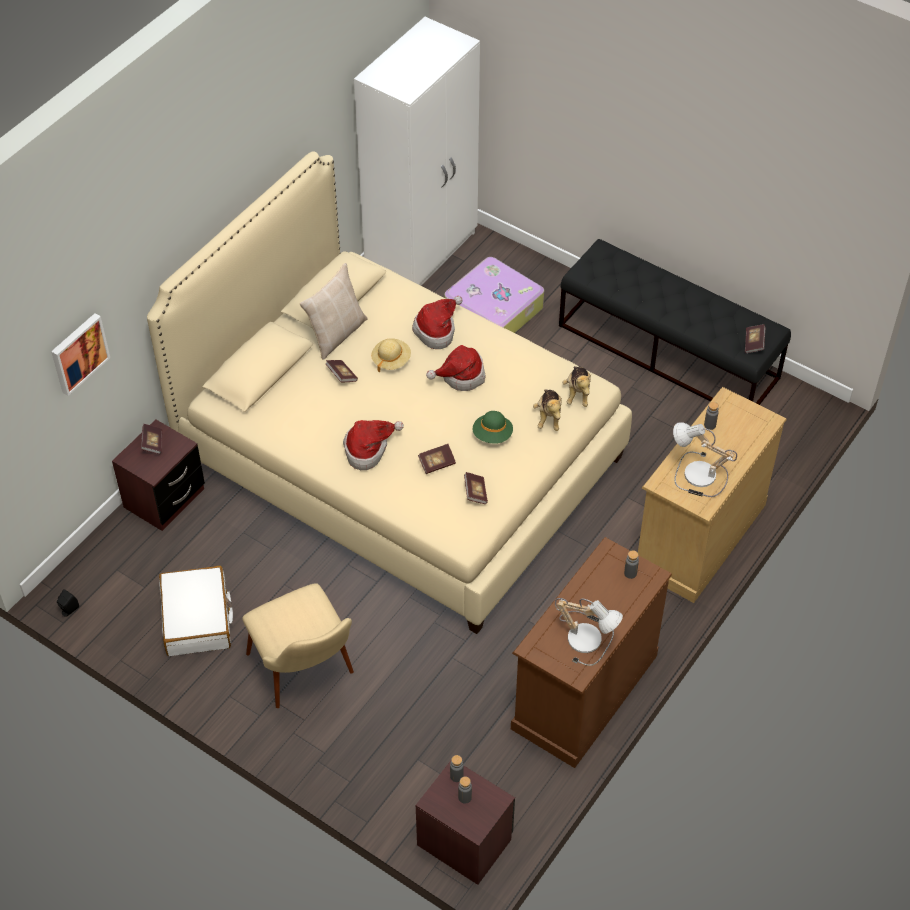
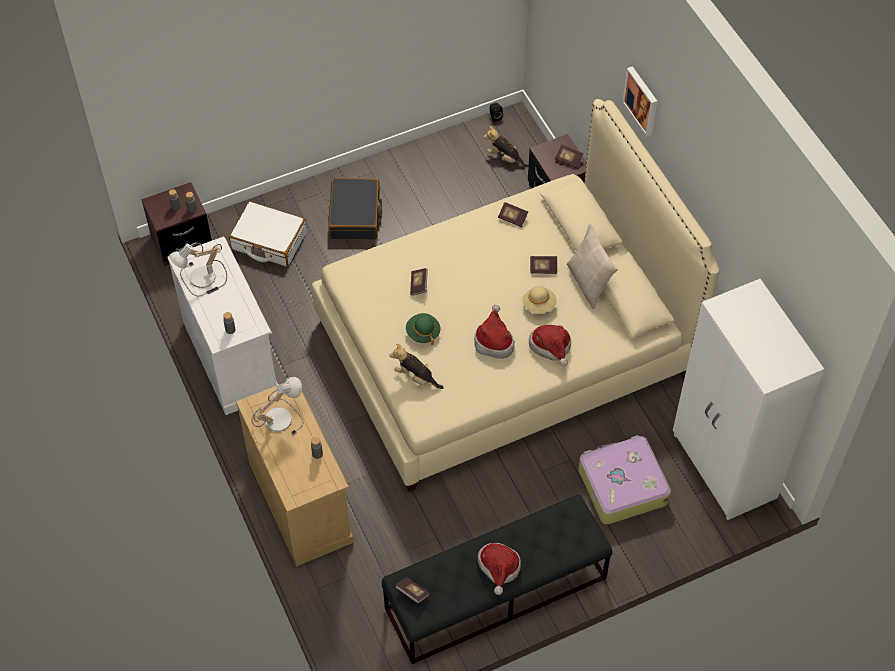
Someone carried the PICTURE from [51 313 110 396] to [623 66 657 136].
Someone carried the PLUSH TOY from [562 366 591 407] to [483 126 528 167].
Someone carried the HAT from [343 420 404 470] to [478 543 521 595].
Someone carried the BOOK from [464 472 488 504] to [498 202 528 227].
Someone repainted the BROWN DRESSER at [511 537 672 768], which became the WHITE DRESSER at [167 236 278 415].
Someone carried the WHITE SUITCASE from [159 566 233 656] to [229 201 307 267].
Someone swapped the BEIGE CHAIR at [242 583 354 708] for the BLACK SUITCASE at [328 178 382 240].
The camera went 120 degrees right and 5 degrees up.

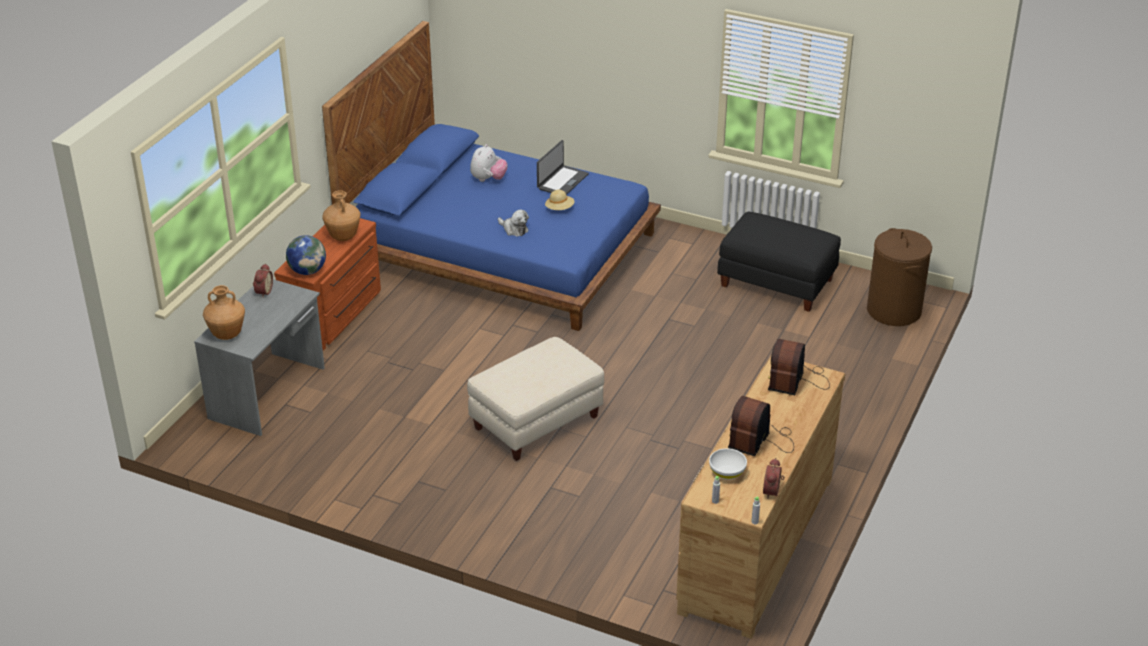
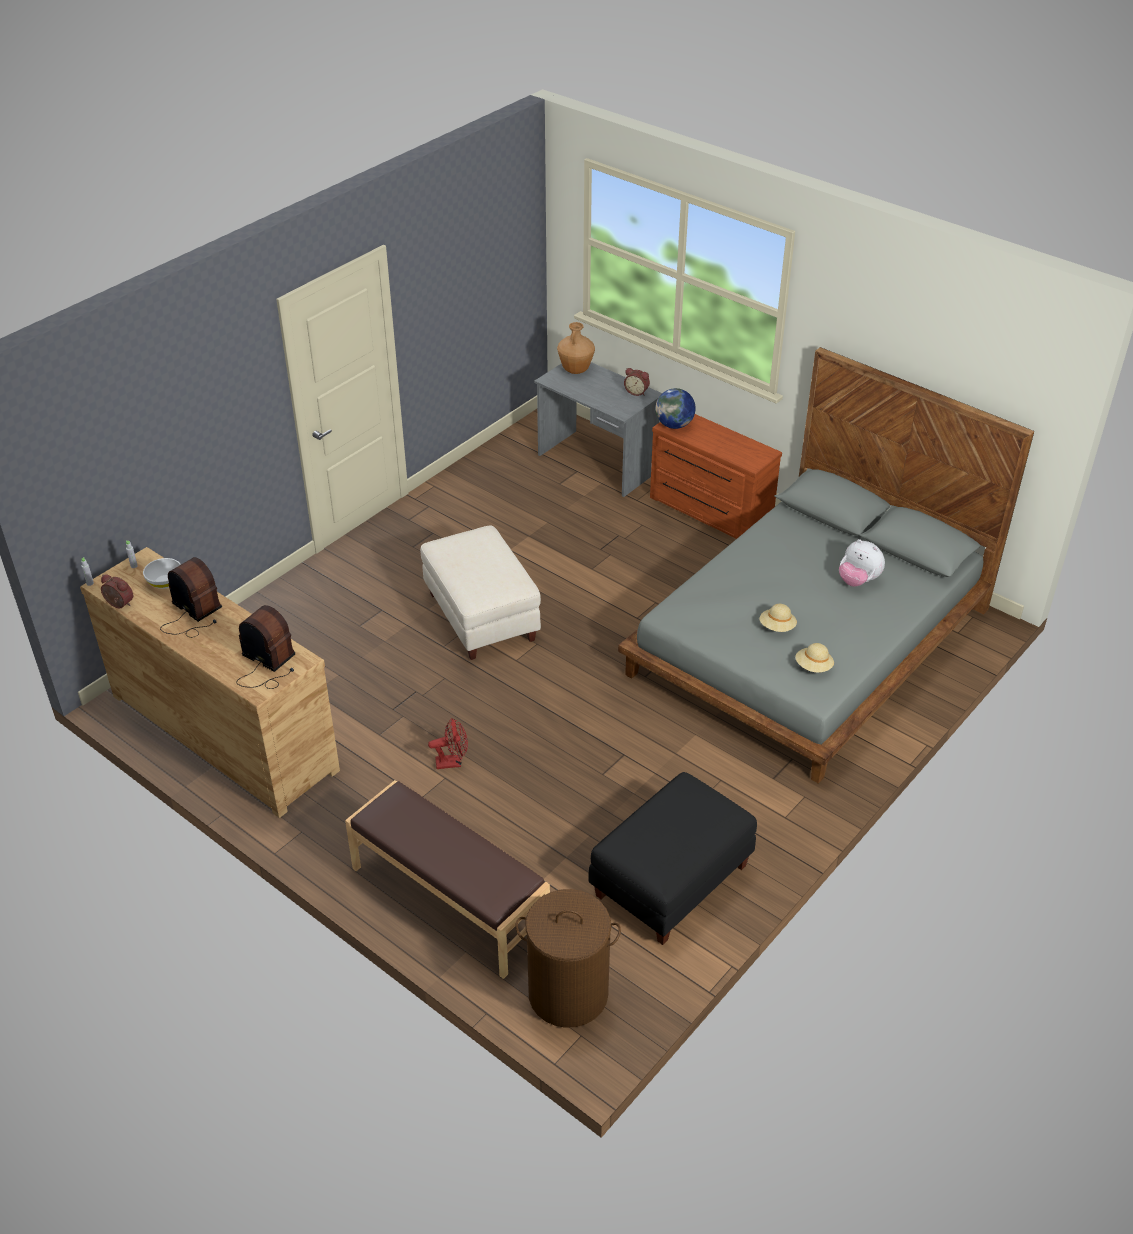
Someone repainted the BLUE BED at [322 21 661 331], which became the GREY BED at [618 347 1034 784].
Someone took away the LAPTOP at [537 140 589 195].
Someone took away the BROWN VASE at [322 190 361 241].
Someone took away the PLUSH TOY at [498 209 529 237].
Someone put down the BEIGE HAT at [795 643 834 673].
Someone put down the RED FAN at [428 718 468 769].
Someone put down the BROWN BENCH at [345 780 550 979].
The camera went 105 degrees right and 5 degrees up.

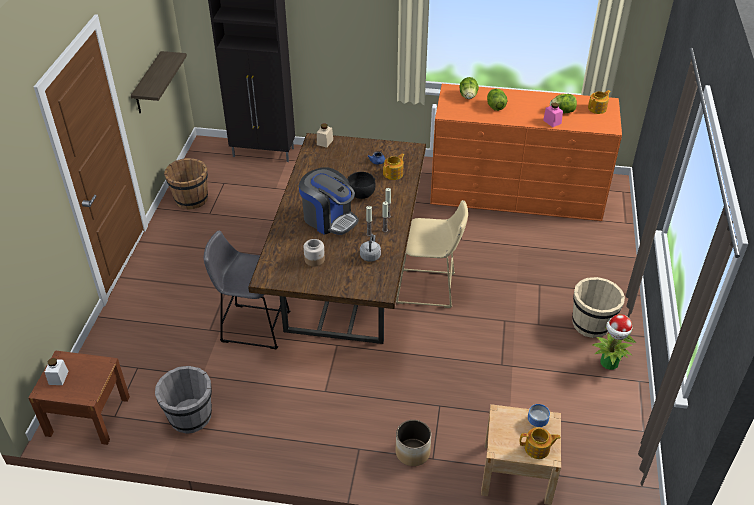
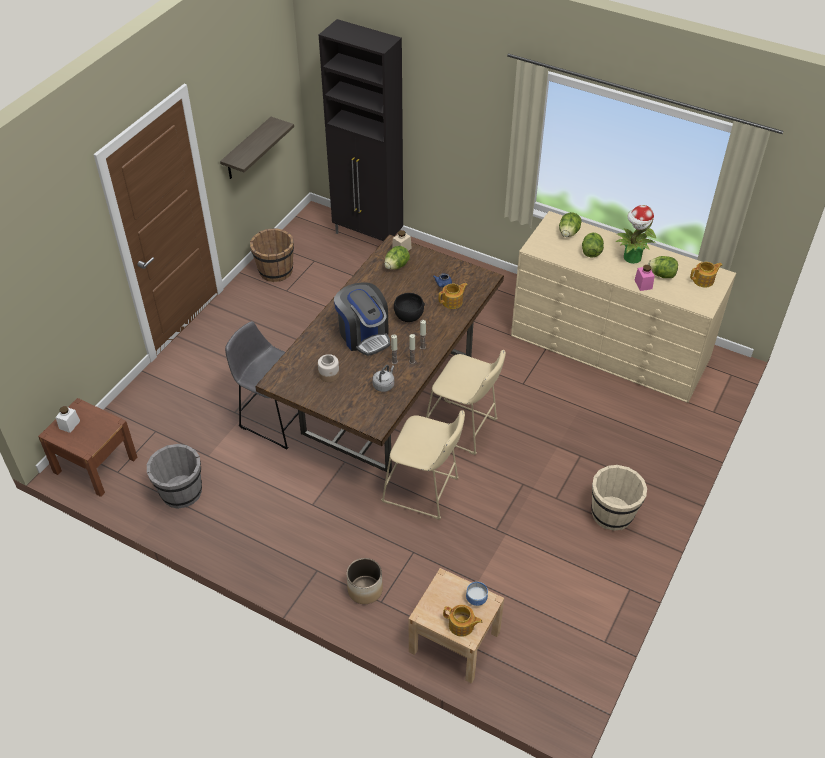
Someone repainted the ORANGE DRESSER at [430 84 622 221], which became the BEIGE DRESSER at [511 211 736 403].
Someone carried the POTTED PLANT from [592 314 636 370] to [615 205 656 264].
Someone put down the LETTUCE at [384 246 410 269].
Someone put down the BEIGE STOOL at [381 410 465 520].
The camera went 20 degrees right and 5 degrees up.

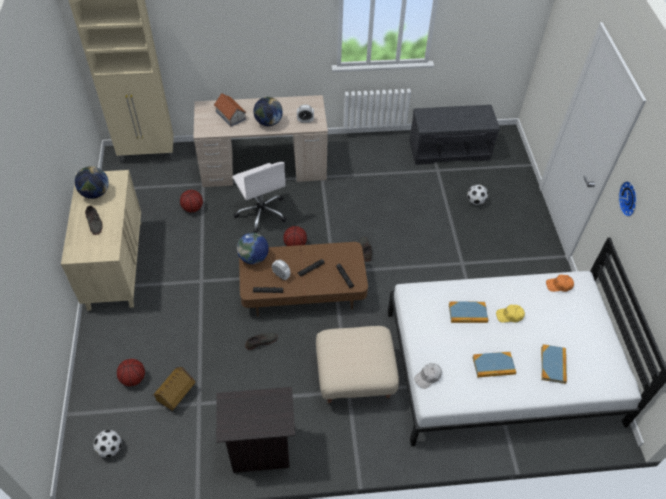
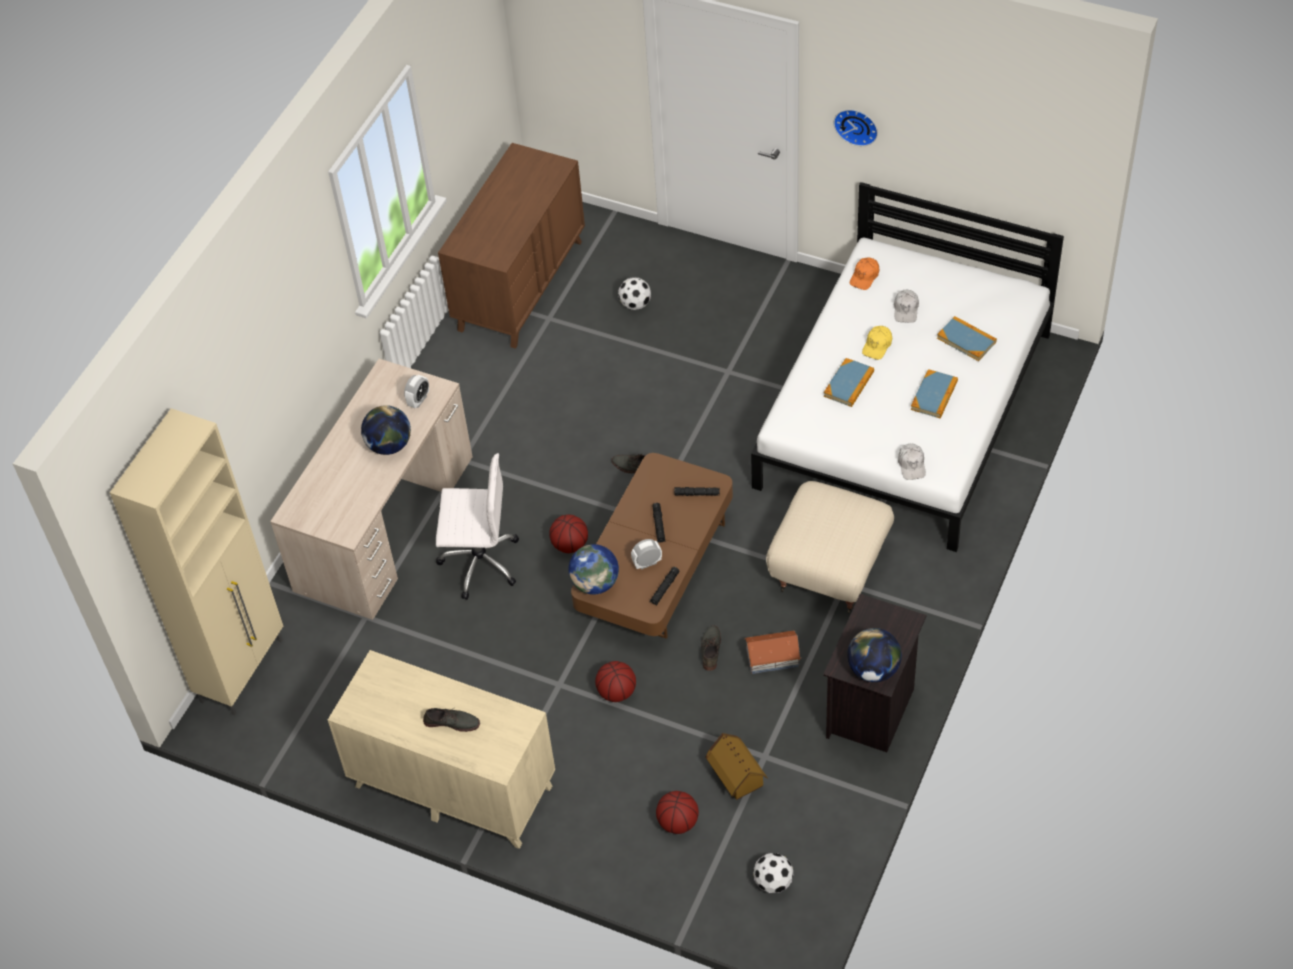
Someone carried the TOY HOUSE from [214 93 246 127] to [744 631 801 674].
Someone swapped the GREY BENCH at [409 105 500 165] for the BROWN DRESSER at [438 143 585 349].
Someone carried the GLOBE from [75 166 109 199] to [847 628 902 682].
Someone carried the BASKETBALL from [180 190 203 213] to [595 661 636 702].
Someone put down the WHITE CAP at [894 290 919 323].
The camera went 55 degrees left and 0 degrees up.

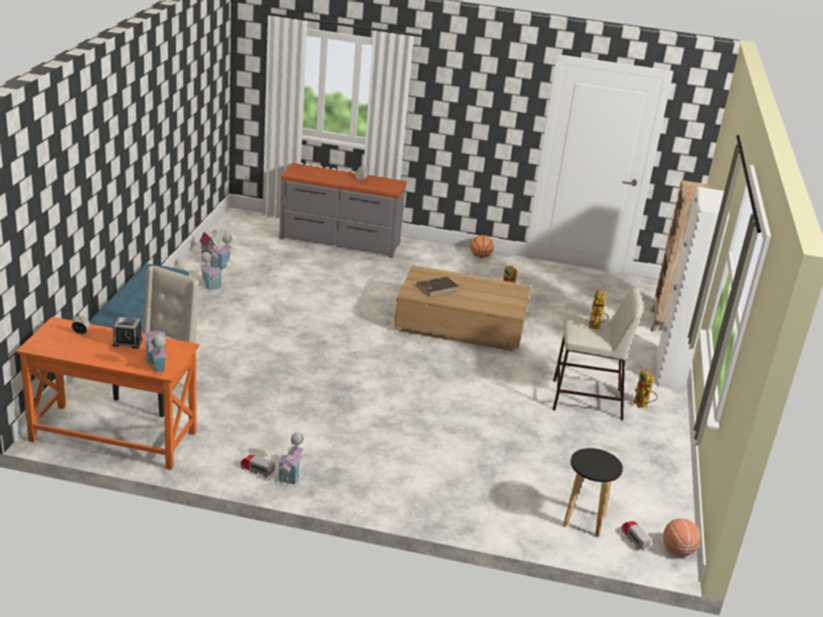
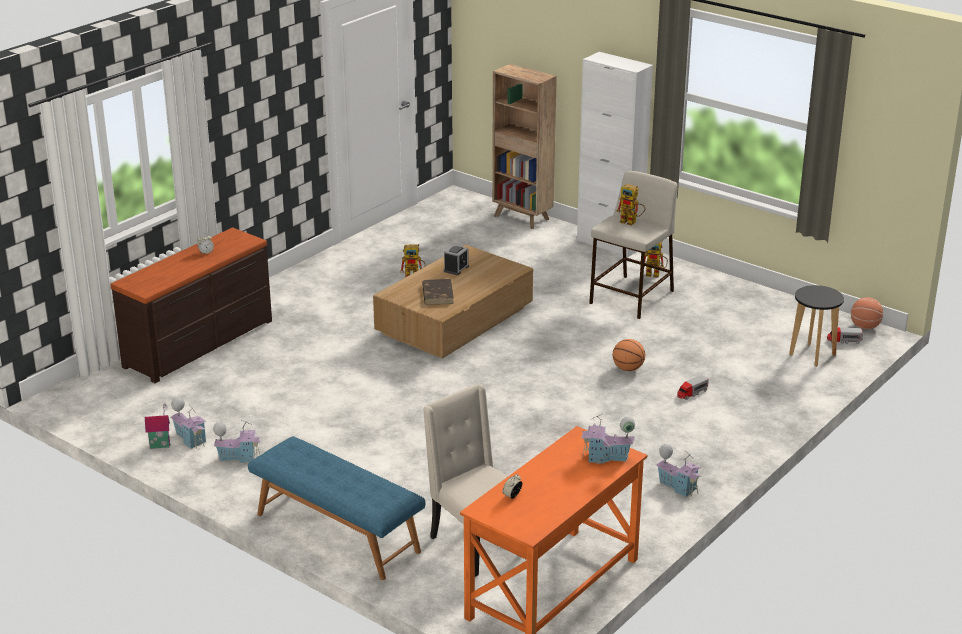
Someone repainted the GREY DRESSER at [279 163 406 258], which became the BROWN DRESSER at [110 227 272 383].
Someone carried the BASKETBALL from [471 235 494 258] to [613 339 645 371].
Someone carried the ALARM CLOCK from [112 317 143 349] to [444 245 469 275].
Someone carried the TOY TRUCK from [240 455 275 478] to [677 375 709 400].
The camera went 60 degrees left and 0 degrees up.

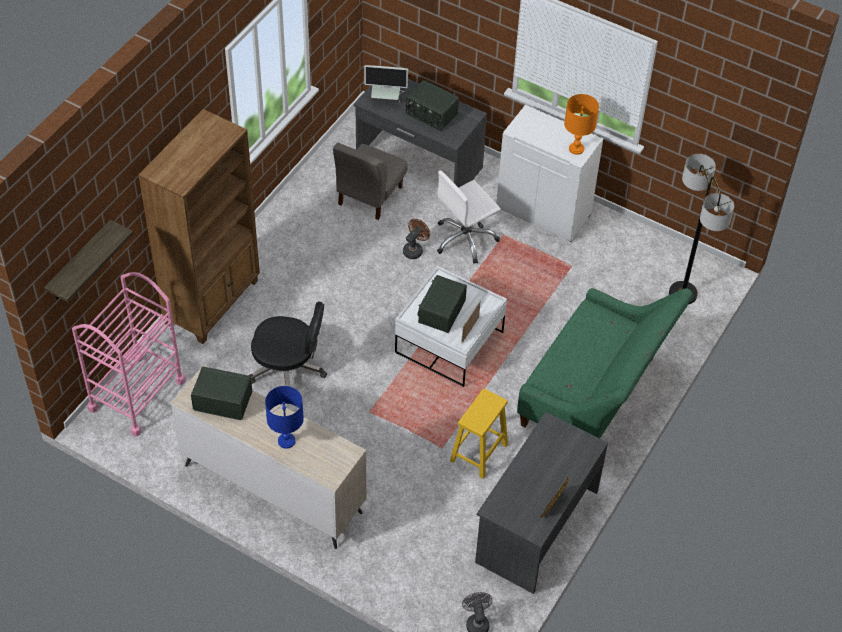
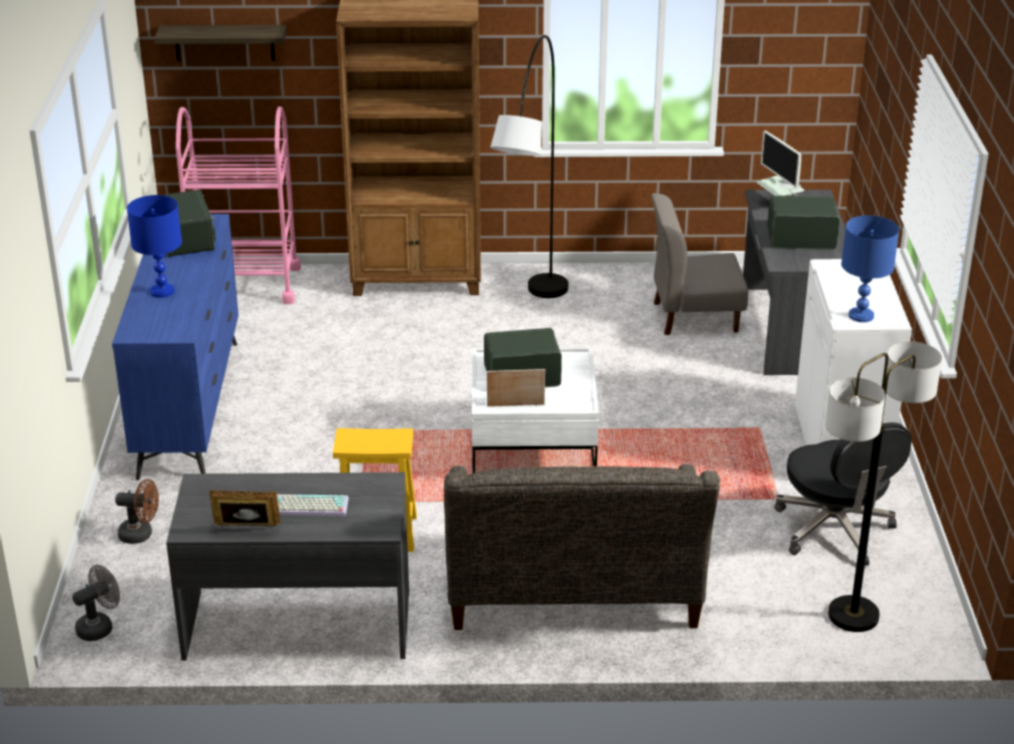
Someone rotated the RADIO at [406 80 459 131] by 90 degrees clockwise.
Someone repainted the ORANGE TABLE LAMP at [564 94 599 155], which became the BLUE TABLE LAMP at [841 215 899 322].
Someone took away the WHITE OFFICE CHAIR at [437 170 501 264].
Someone carried the BROWN FAN from [403 219 430 259] to [115 479 159 544].
Someone repainted the GREEN SOFA at [517 288 693 439], which became the GREY SOFA at [444 464 720 630].
Someone carried the BLACK OFFICE CHAIR from [249 302 327 386] to [774 422 912 566].
Someone repainted the BEIGE DRESSER at [170 365 366 549], which became the BLUE DRESSER at [112 214 239 480].
Someone put down the GREY FLOOR LAMP at [490 35 568 298].
Someone put down the KEYBOARD at [277 494 349 516].
The camera went 60 degrees right and 20 degrees down.

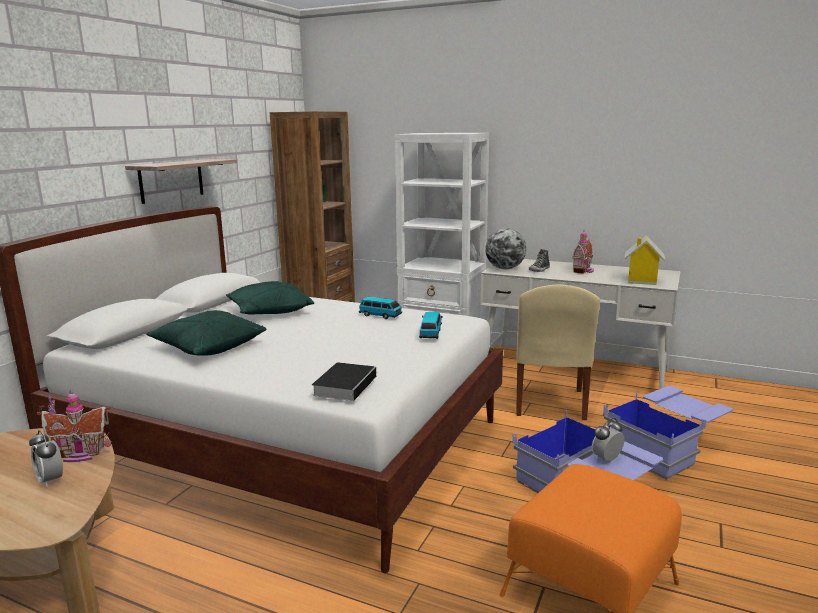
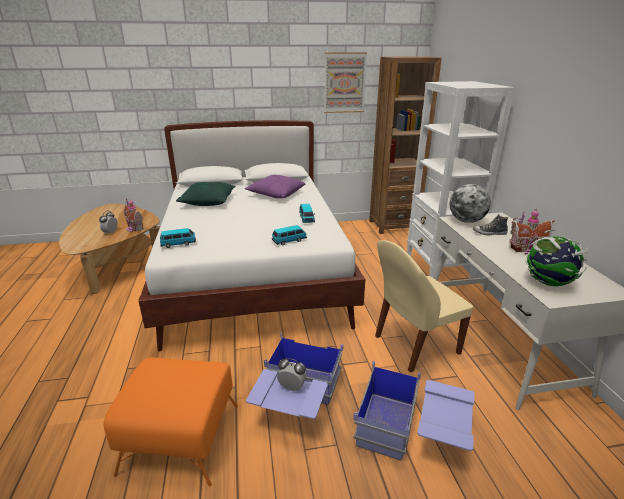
Someone took away the SHELF at [125 159 237 204].
Someone swapped the TOY HOUSE at [625 235 665 285] for the GLOBE at [526 229 589 286].
Someone repainted the GREEN PILLOW at [226 281 314 315], which became the PURPLE PILLOW at [245 175 306 198].
Someone swapped the BOOK at [312 362 376 401] for the TOY CAR at [160 228 196 248].
Someone put up the PICTURE at [324 52 367 113].
The camera went 55 degrees right and 10 degrees up.

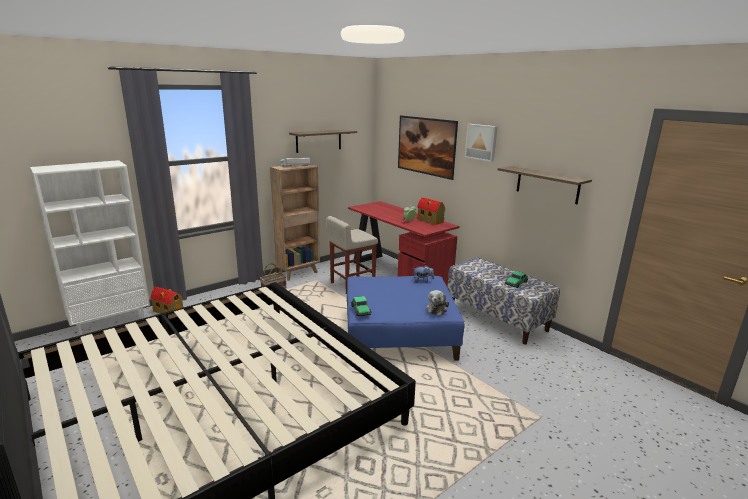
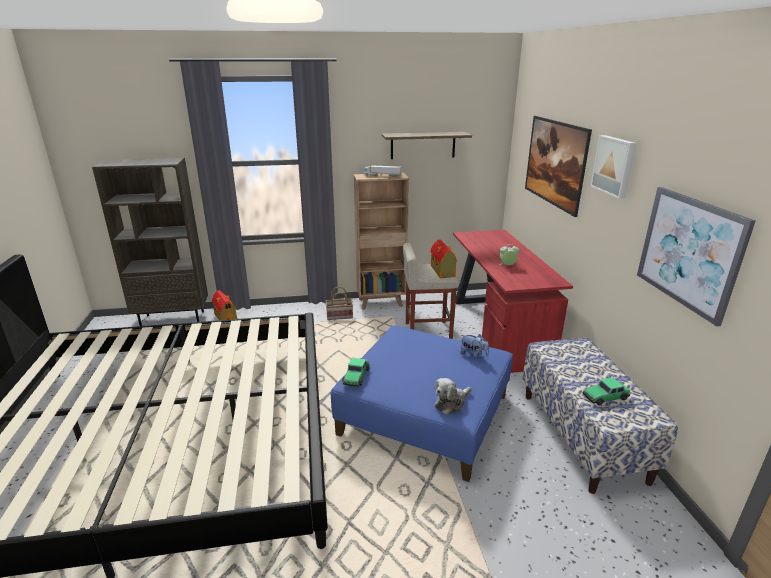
Someone repainted the WHITE BOOKCASE at [30 160 150 335], which became the BROWN BOOKCASE at [92 157 208 326].
Someone swapped the SHELF at [498 166 592 204] for the PICTURE at [637 187 756 327].
Someone carried the TOY HOUSE from [417 197 445 225] to [430 239 457 278].
The camera went 30 degrees right and 5 degrees up.

